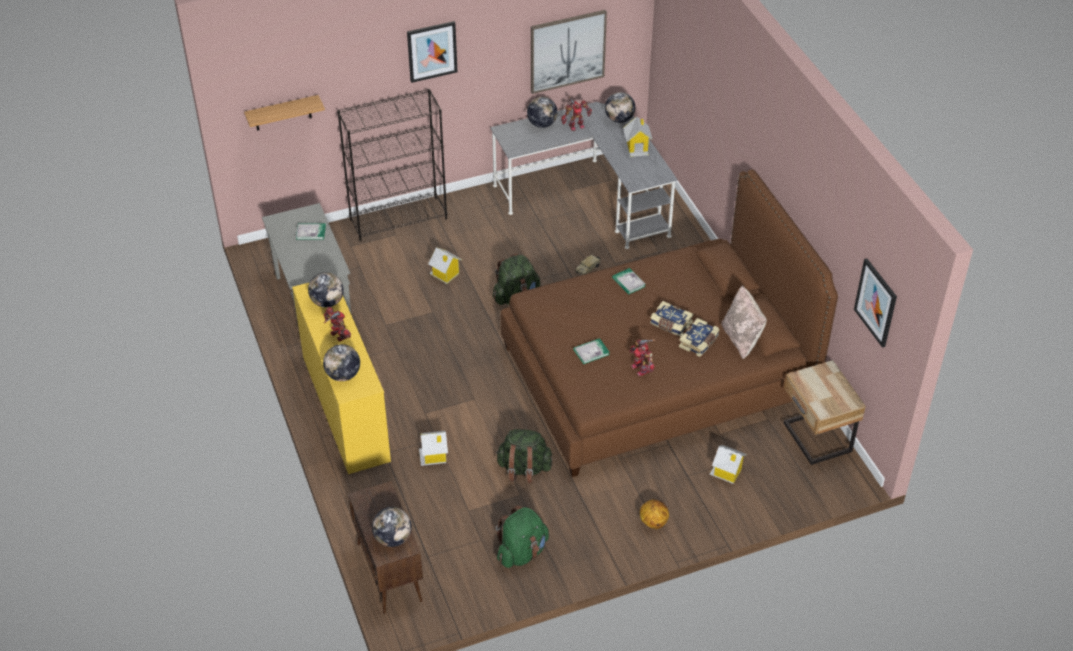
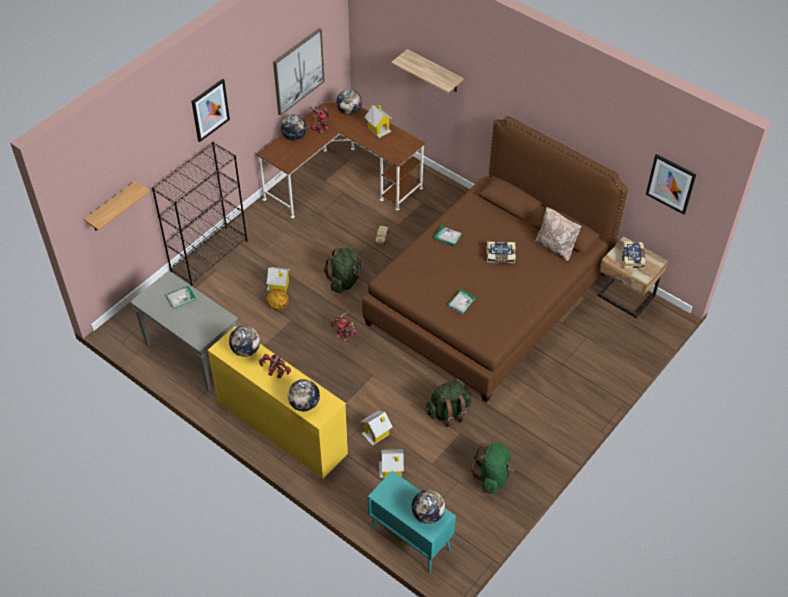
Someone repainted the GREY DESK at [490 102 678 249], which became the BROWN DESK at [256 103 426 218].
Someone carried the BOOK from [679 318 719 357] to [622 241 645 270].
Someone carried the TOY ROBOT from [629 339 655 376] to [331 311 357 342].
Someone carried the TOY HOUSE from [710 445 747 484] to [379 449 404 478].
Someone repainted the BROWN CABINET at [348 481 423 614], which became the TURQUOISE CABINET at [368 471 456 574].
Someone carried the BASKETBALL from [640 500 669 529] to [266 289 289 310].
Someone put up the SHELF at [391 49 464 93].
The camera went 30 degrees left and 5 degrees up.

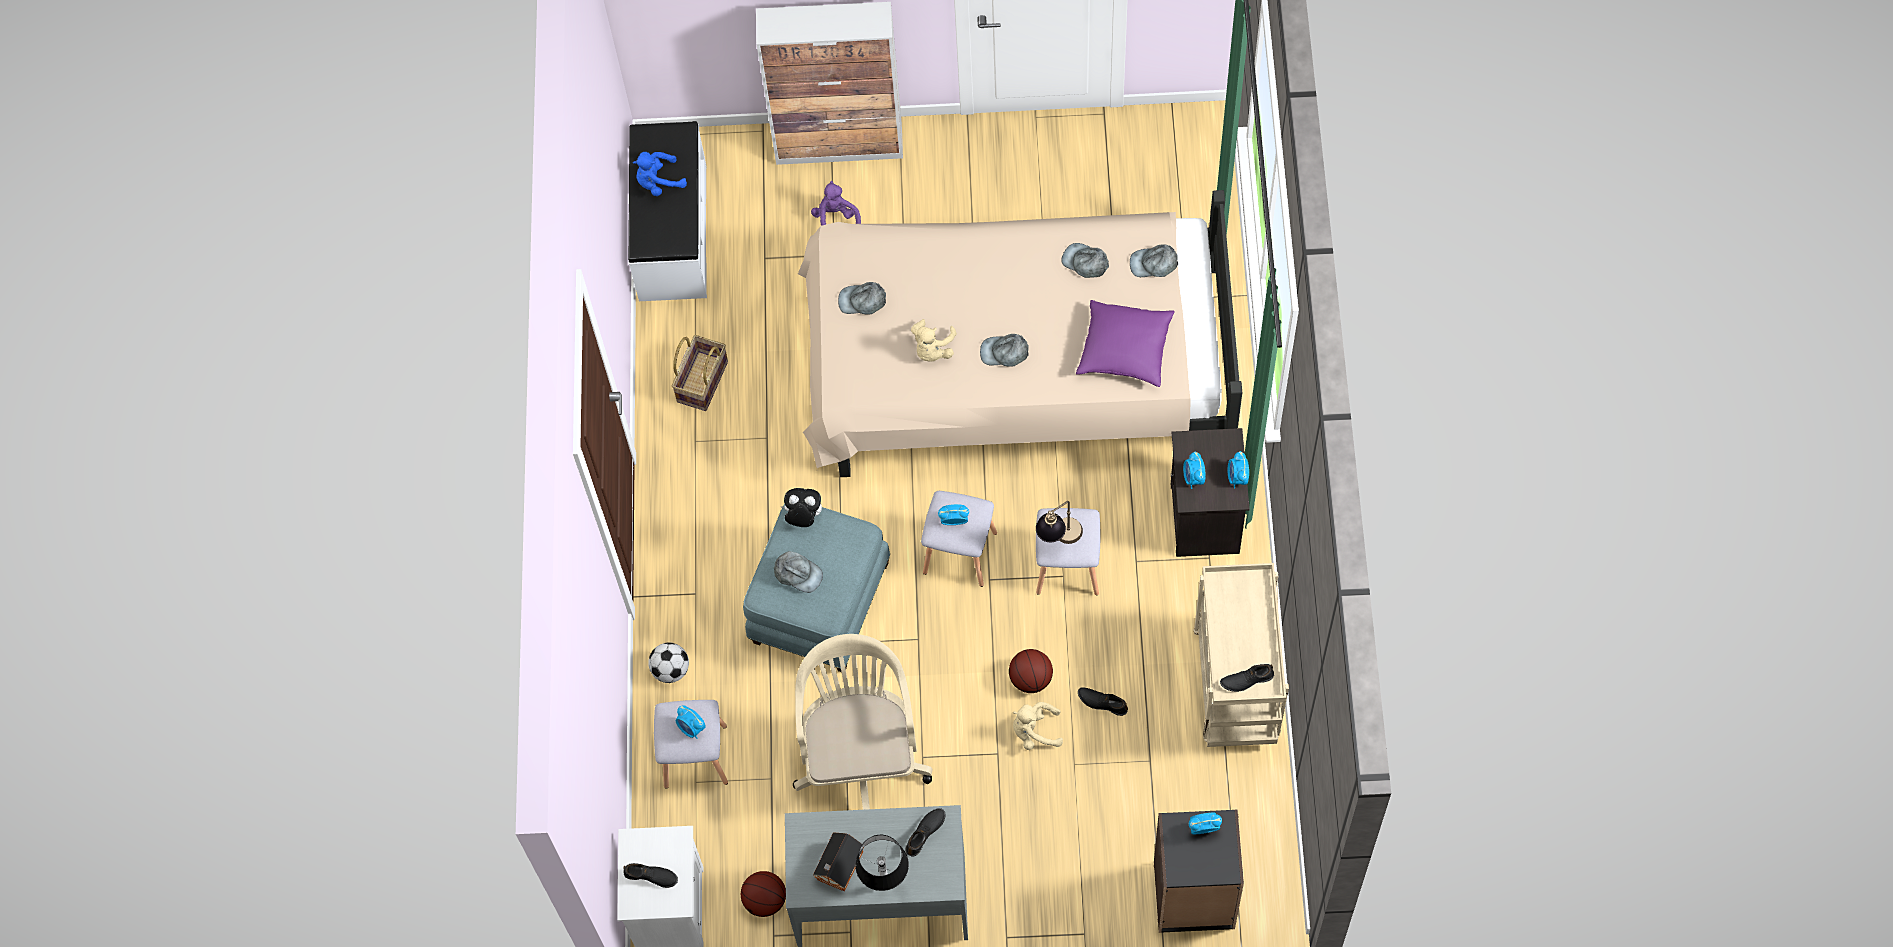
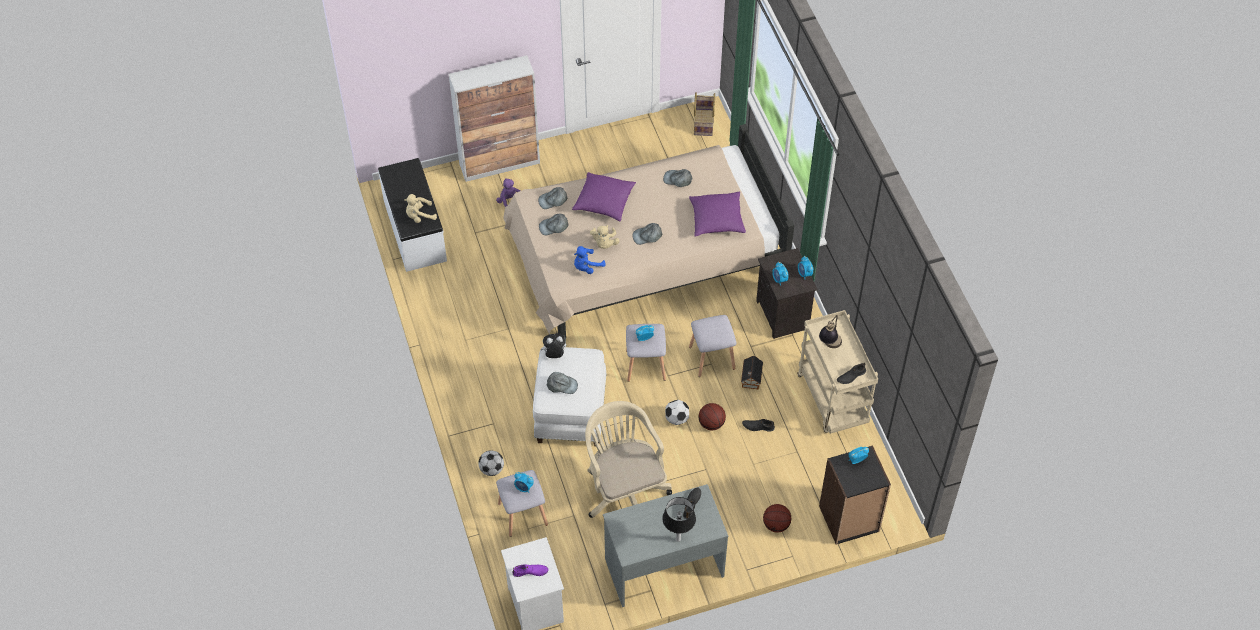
Someone carried the BLUE PLUSH TOY from [633 152 687 196] to [574 246 606 274].
Someone carried the GREY CAP from [1130 244 1178 277] to [538 187 568 209].
Someone carried the BASKET from [672 335 728 411] to [694 92 715 136].
Someone carried the TABLE LAMP from [1036 501 1083 544] to [819 315 842 348].
Someone repainted the BLUE OTTOMAN at [743 504 890 672], which became the WHITE OTTOMAN at [533 347 607 447].
Someone carried the BEIGE PLUSH TOY from [1013 702 1063 750] to [404 194 437 223].
Someone carried the TOY HOUSE from [813 832 863 892] to [741 356 763 389].
Someone repainted the BLACK SHOE at [623 863 678 888], which became the PURPLE SHOE at [512 564 549 577].
Someone carried the BASKETBALL from [741 871 786 917] to [763 504 791 532].
Someone put down the PURPLE PILLOW at [572 172 636 221].
Someone put down the FOOTBALL at [665 400 689 425].
The camera went 20 degrees left and 10 degrees down.

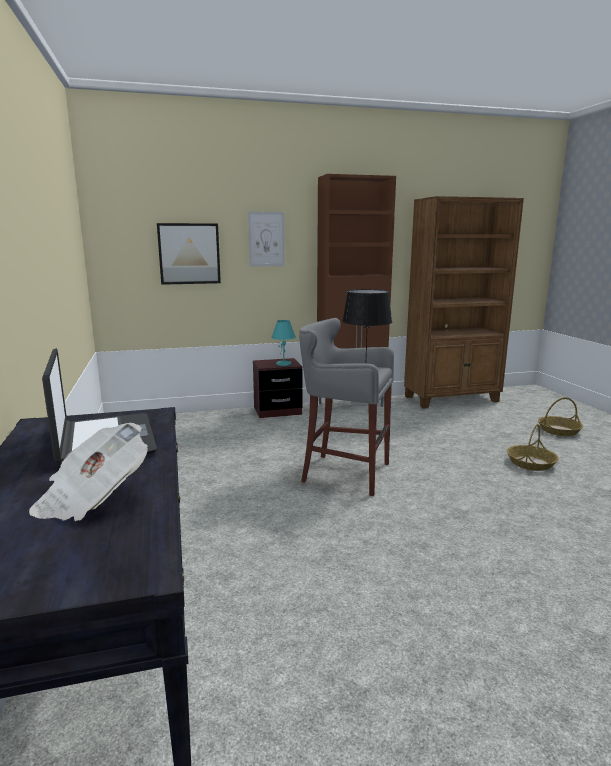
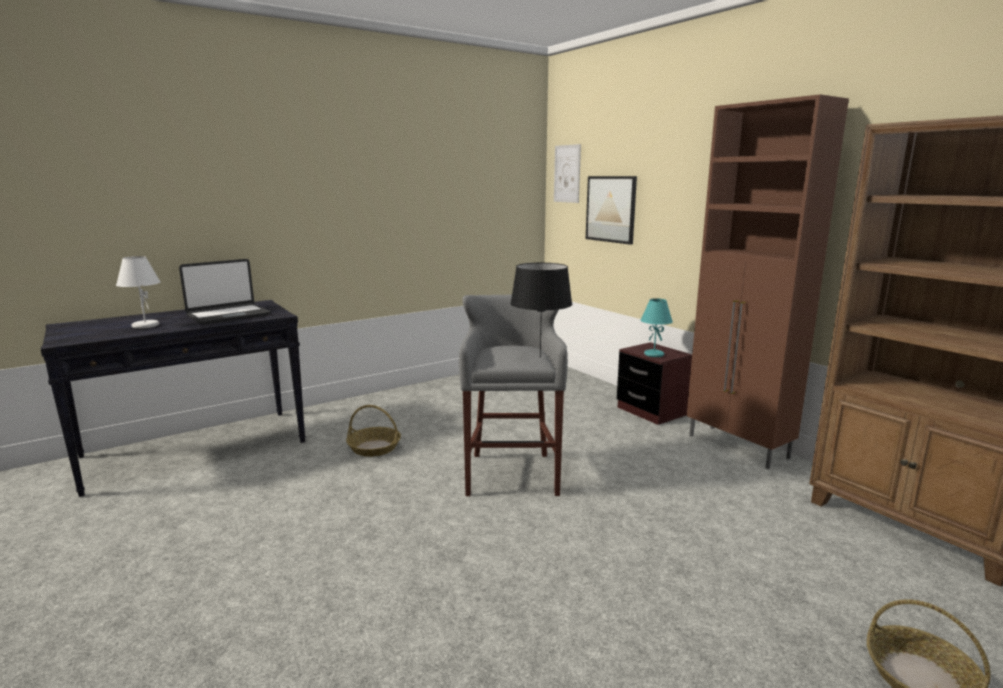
Someone carried the PICTURE from [248 211 285 267] to [554 144 581 203].
Someone swapped the NEWSPAPER at [29 423 148 521] for the WHITE TABLE LAMP at [116 256 161 329].
Someone carried the BASKET from [507 424 559 471] to [346 405 401 457].
The camera went 70 degrees right and 0 degrees up.

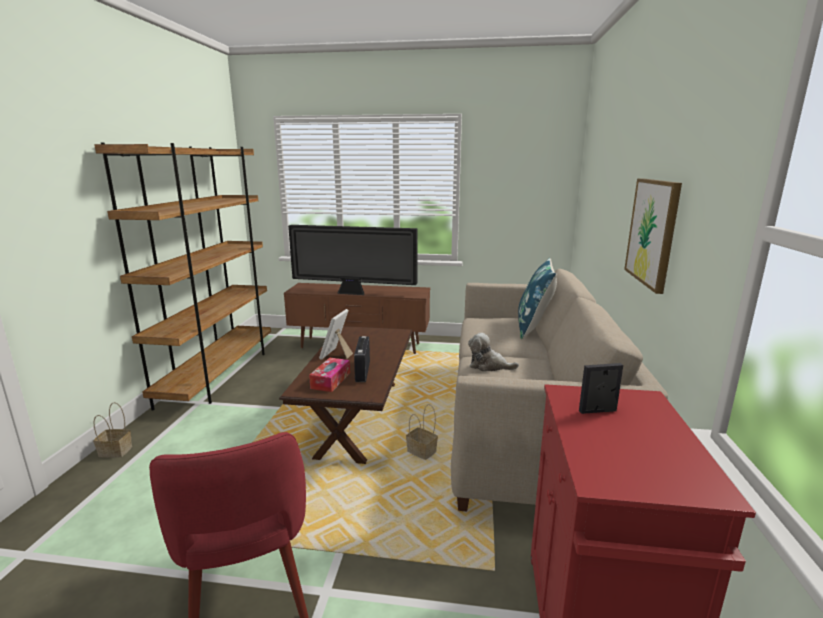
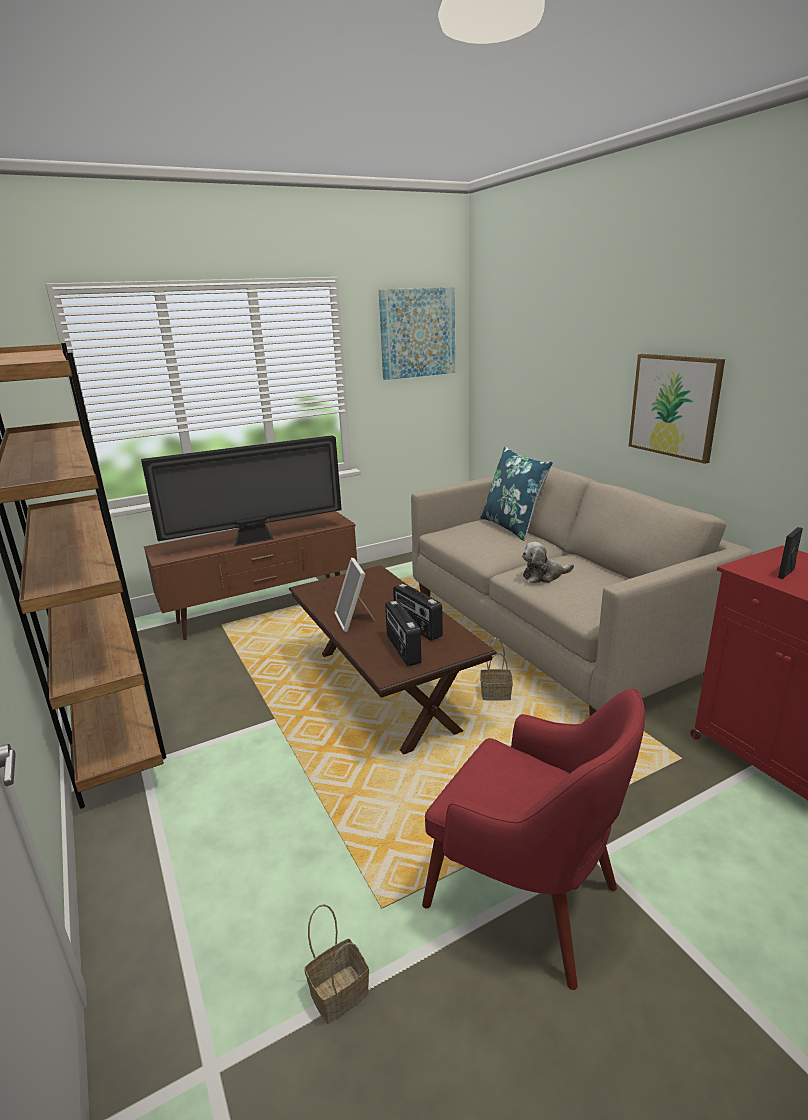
Someone swapped the TISSUE BOX at [309 357 350 392] for the RADIO at [385 600 422 666].
Someone carried the BASKET from [93 402 132 458] to [304 904 369 1024].
Someone put up the PICTURE at [379 287 455 380].
The camera went 35 degrees left and 5 degrees up.

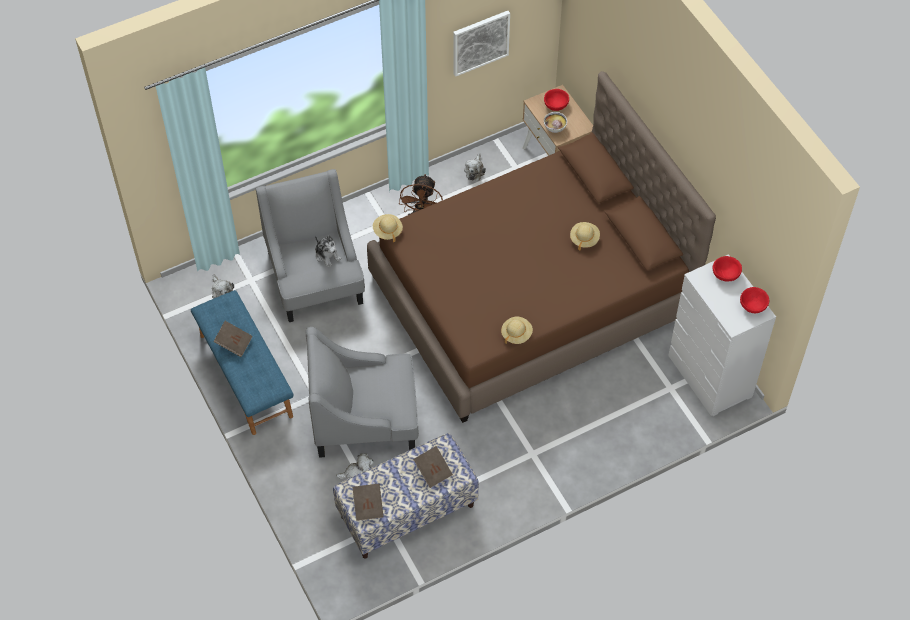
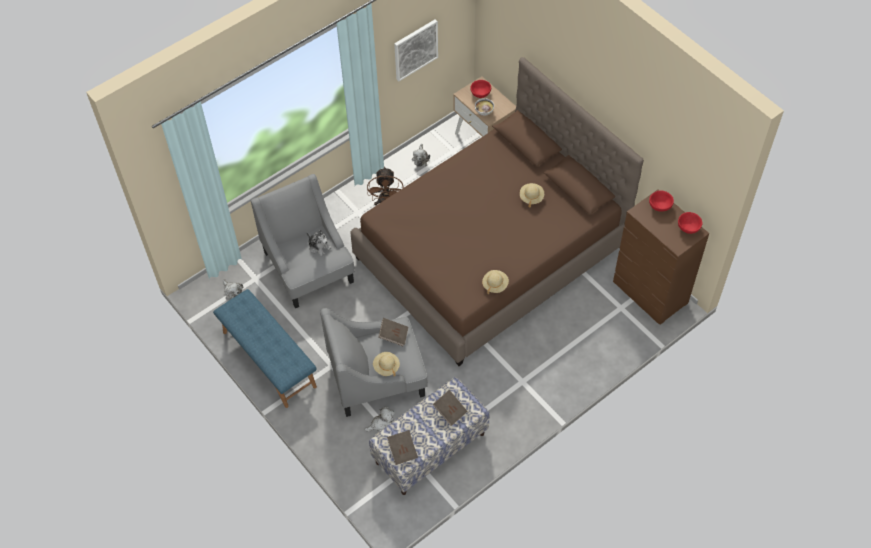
Someone carried the BEIGE HAT from [373 214 403 242] to [373 352 400 377].
Someone repainted the WHITE DRESSER at [668 254 776 416], which became the BROWN DRESSER at [613 190 709 325].
Someone carried the BROWN BOOK from [213 321 253 357] to [378 318 408 346].
The camera went 10 degrees left and 0 degrees up.

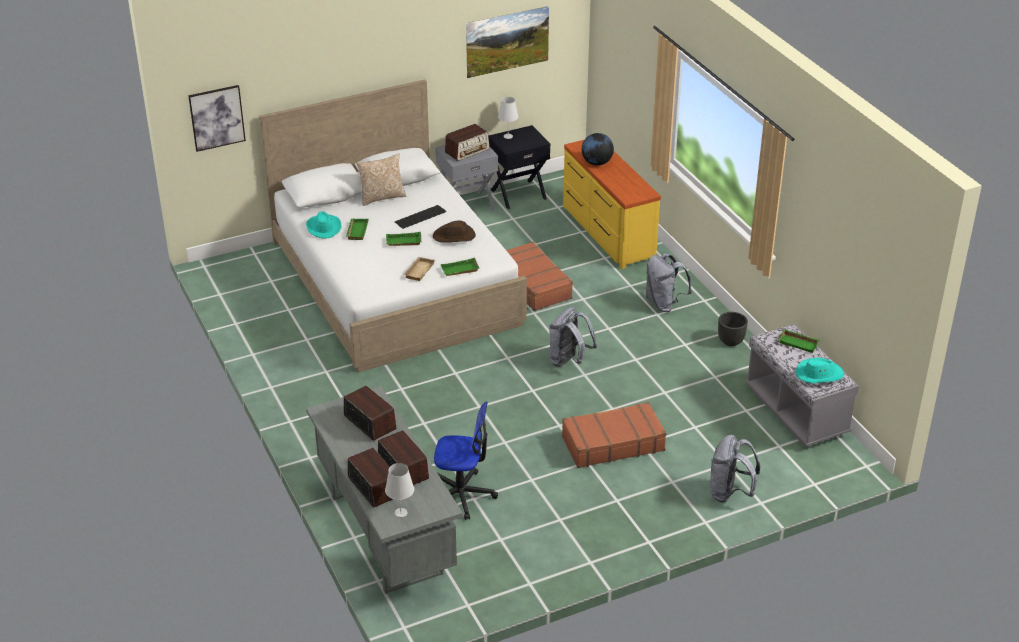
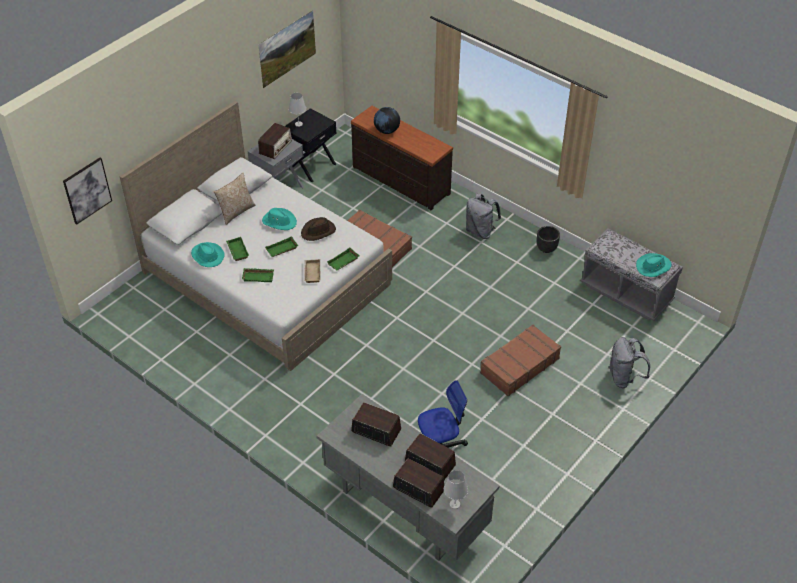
Someone repainted the YELLOW DRESSER at [563 140 661 269], which became the BROWN DRESSER at [351 106 453 210].
Someone swapped the KEYBOARD at [395 205 446 229] for the TURQUOISE HAT at [262 208 297 230].
Someone took away the GREY BACKPACK at [549 307 597 367].
Someone carried the GREEN TRAY from [778 329 820 353] to [242 268 274 282].
The camera went 25 degrees left and 10 degrees up.

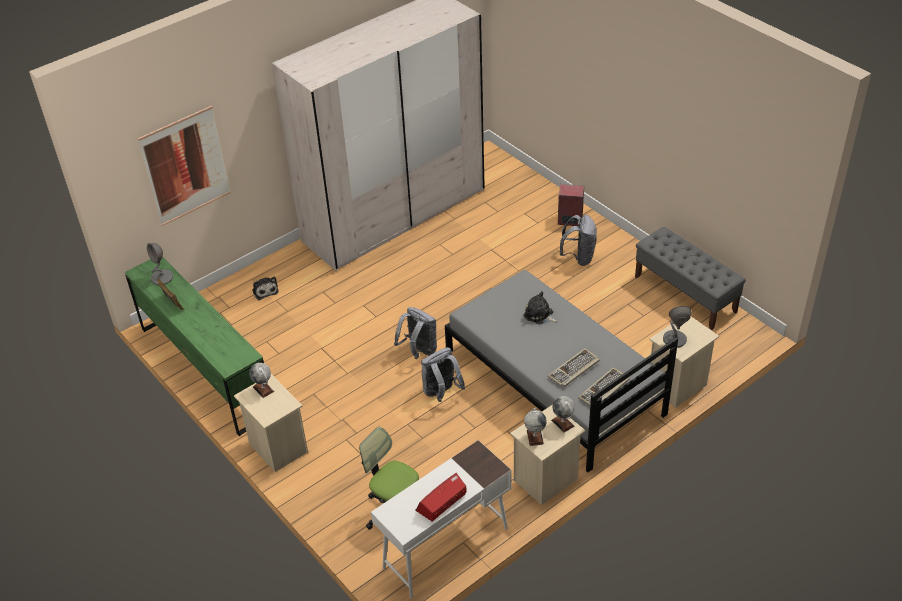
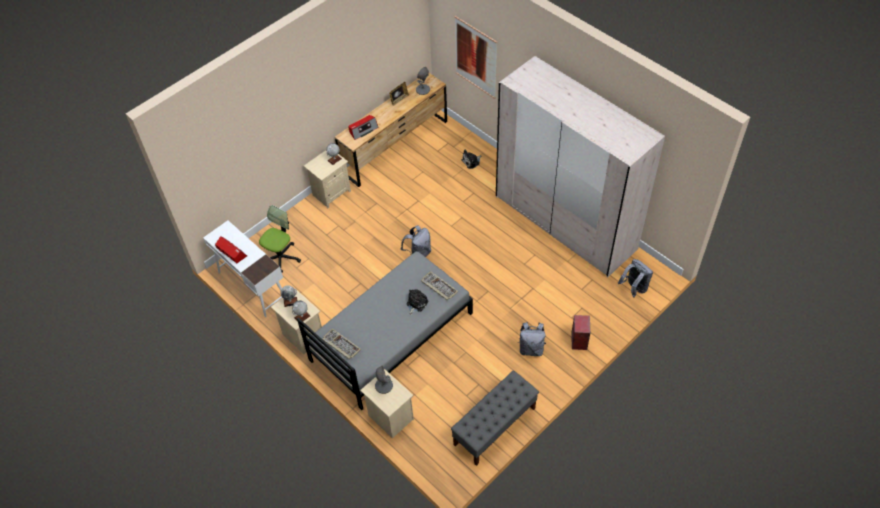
Someone repainted the GREEN DRESSER at [125 257 264 436], which became the BROWN DRESSER at [335 73 447 187].
Someone carried the GREY BACKPACK from [421 347 466 402] to [618 259 653 298].
Someone carried the KEYBOARD from [548 348 600 387] to [421 271 458 301].
Someone put down the RADIO at [348 115 379 140].
The camera went 85 degrees right and 10 degrees up.

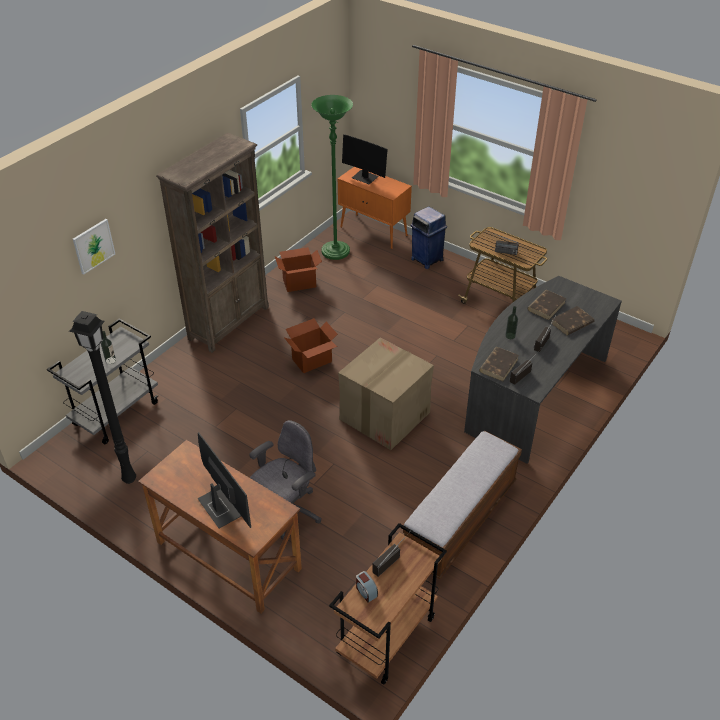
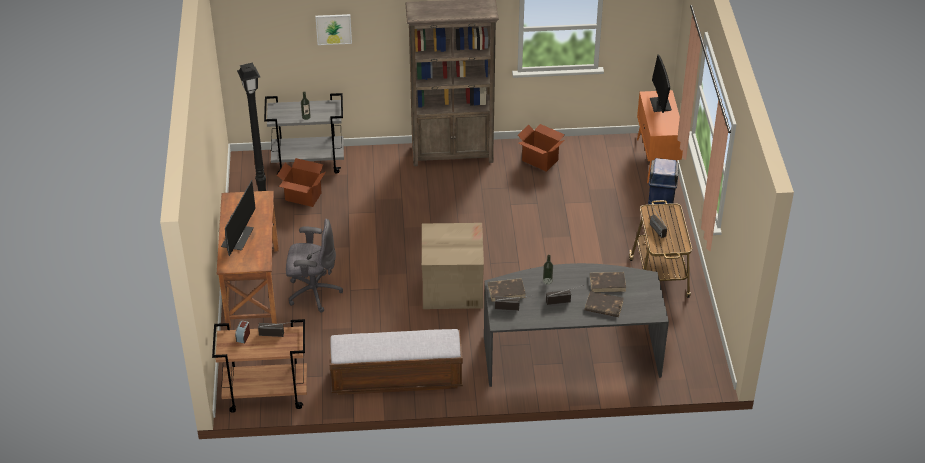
Someone took away the GREEN FLOOR LAMP at [312 95 353 260].
Someone carried the CARDBOARD BOX from [285 318 337 373] to [277 158 326 207].
The camera went 50 degrees right and 0 degrees up.

